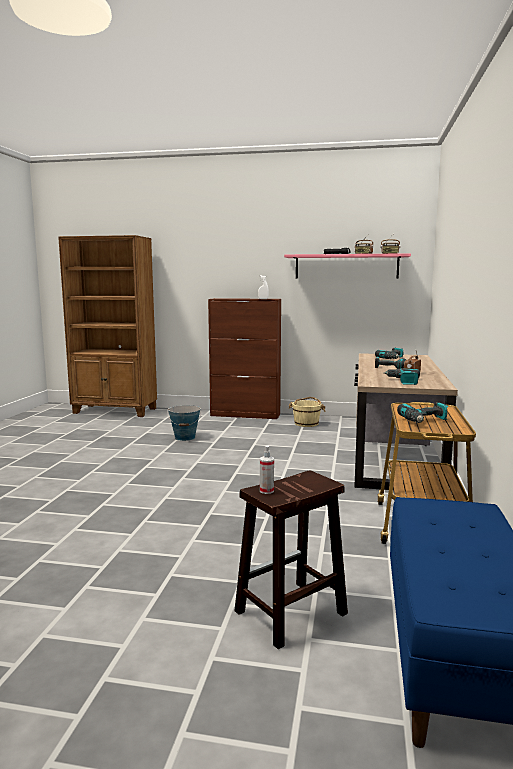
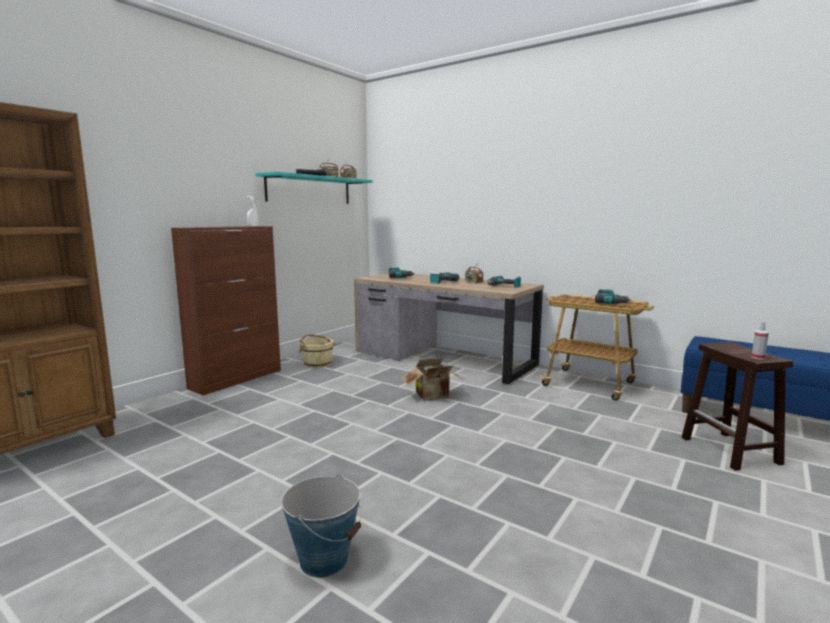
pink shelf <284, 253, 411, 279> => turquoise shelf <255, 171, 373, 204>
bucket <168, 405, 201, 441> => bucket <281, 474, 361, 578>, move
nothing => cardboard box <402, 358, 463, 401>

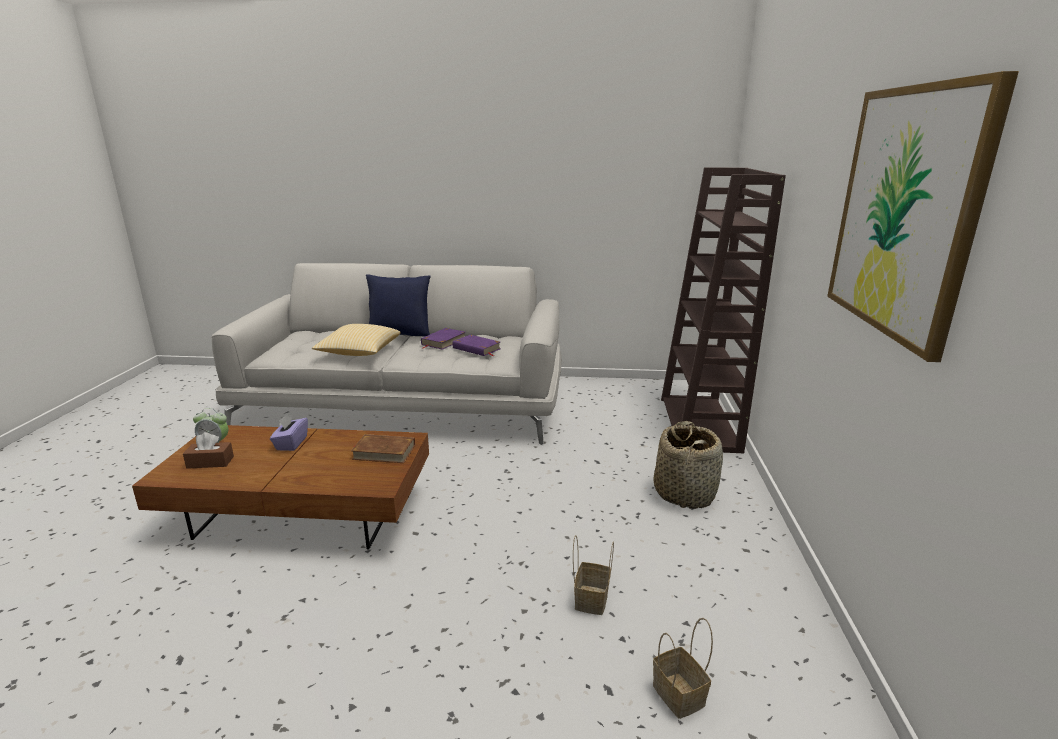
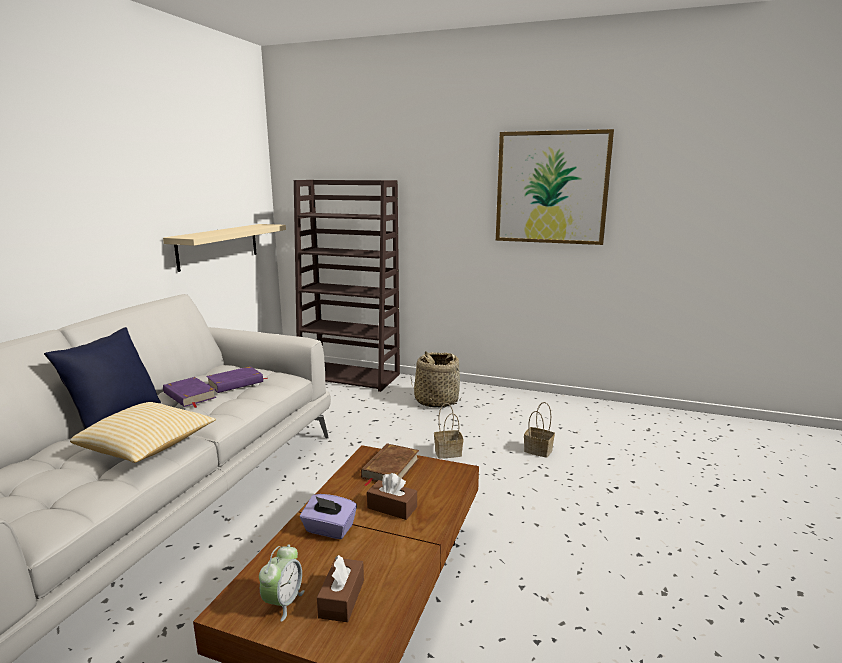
basket <653, 618, 713, 719> => basket <434, 403, 463, 459>, move
nothing => beige shelf <163, 224, 286, 272>
nothing => brown tissue box <367, 473, 417, 520>

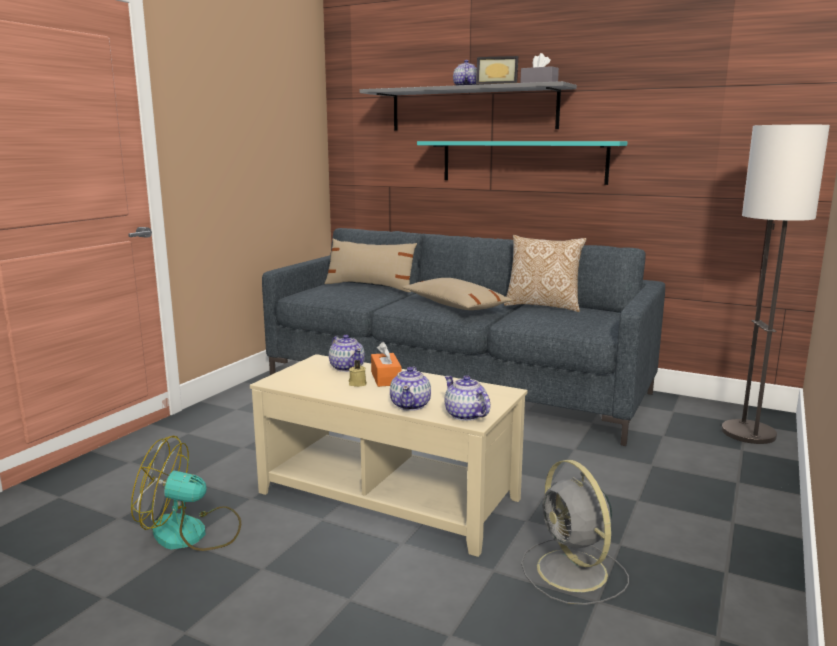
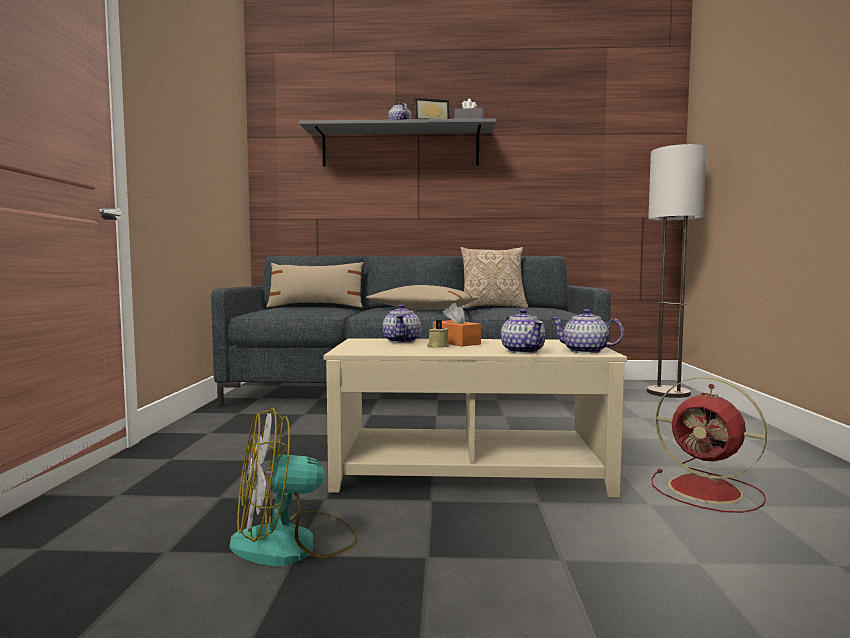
turquoise shelf <417, 141, 627, 185> => nothing
teapot <329, 335, 365, 372> => teapot <383, 304, 421, 343>, 60 degrees clockwise
grey fan <521, 460, 629, 605> => red fan <651, 377, 767, 513>

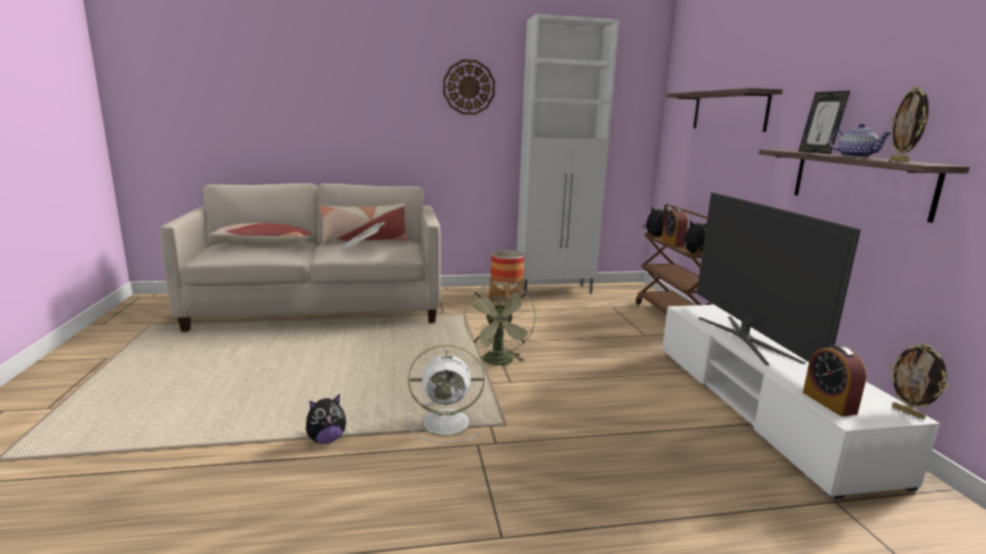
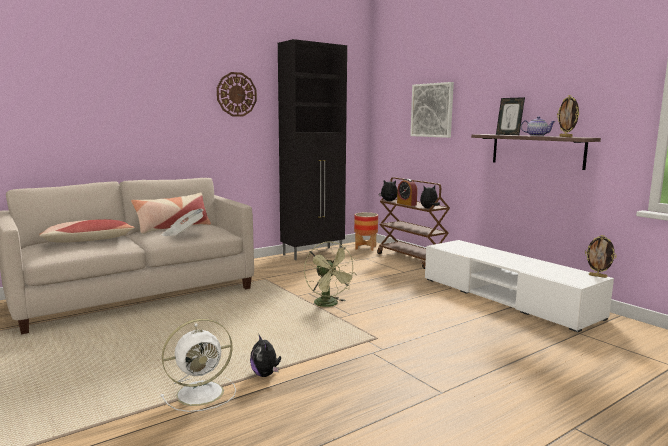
white cabinet <517, 14, 619, 296> => black cabinet <278, 39, 347, 260>
shelf <666, 88, 783, 132> => picture <410, 82, 454, 138>
television <697, 192, 861, 365> => nothing
planter <489, 250, 524, 302> => planter <354, 212, 378, 251>, move
white fan <408, 344, 484, 443> => white fan <160, 319, 236, 412>, move
alarm clock <803, 345, 866, 416> => nothing
plush toy <306, 394, 346, 444> => plush toy <250, 335, 281, 377>, 120 degrees clockwise

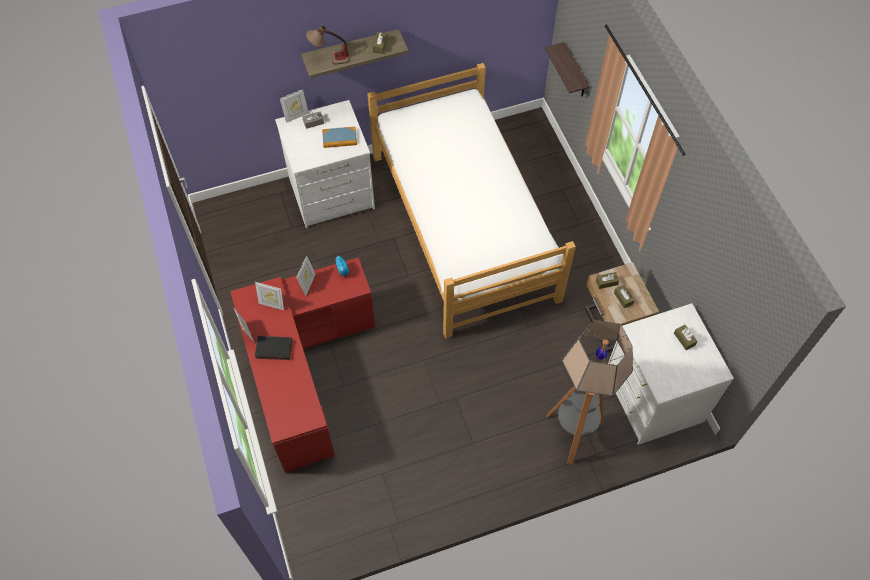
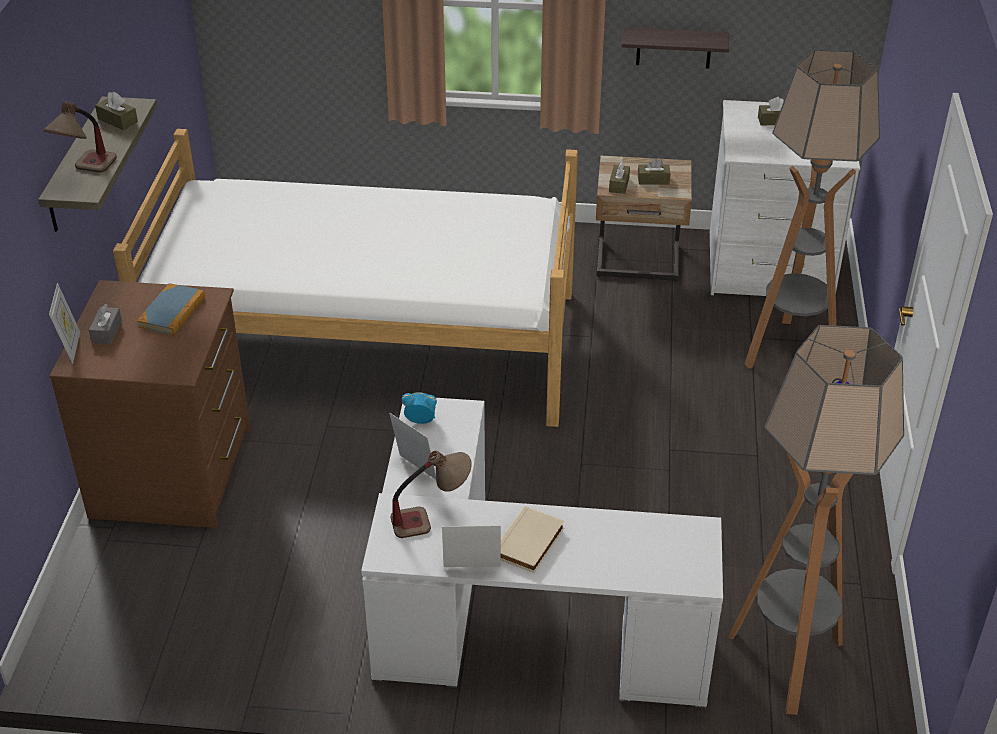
shelf <545, 42, 590, 97> => shelf <622, 27, 729, 69>, move
white dresser <275, 100, 375, 228> => brown dresser <49, 280, 251, 528>
red desk <230, 257, 375, 473> => white desk <361, 398, 723, 709>
picture frame <255, 282, 284, 310> => table lamp <390, 450, 472, 538>
black book <255, 336, 292, 360> => beige book <501, 506, 565, 573>
nothing => floor lamp <728, 325, 904, 715>

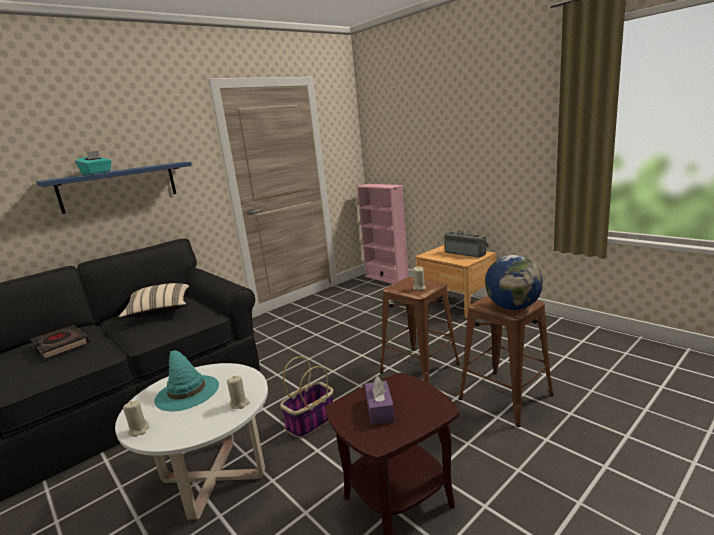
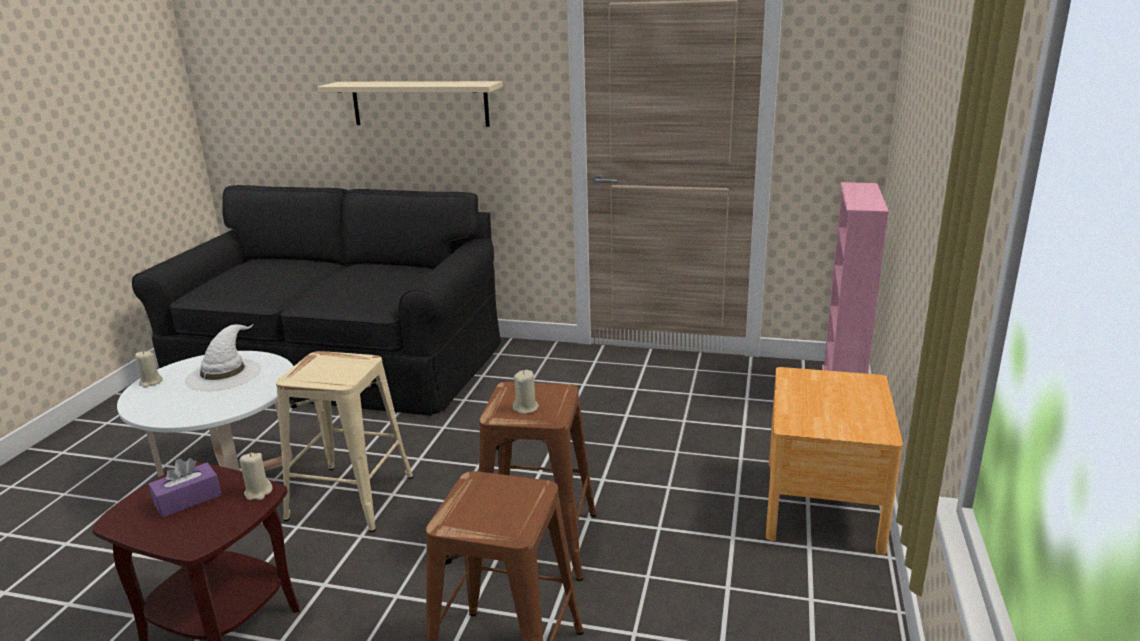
turquoise tissue box <75, 151, 111, 175> => nothing
blue shelf <36, 162, 192, 214> => beige shelf <318, 81, 503, 127>
radio <444, 231, 489, 258> => nothing
globe <485, 255, 543, 310> => nothing
beige pillow <119, 283, 189, 318> => nothing
black book <30, 325, 90, 359> => nothing
turquoise hat <154, 350, 219, 411> => white hat <185, 324, 261, 391>
basket <280, 356, 333, 438> => beige stool <276, 351, 413, 532>
beige candle <227, 376, 250, 409> => beige candle <239, 453, 272, 500>, move

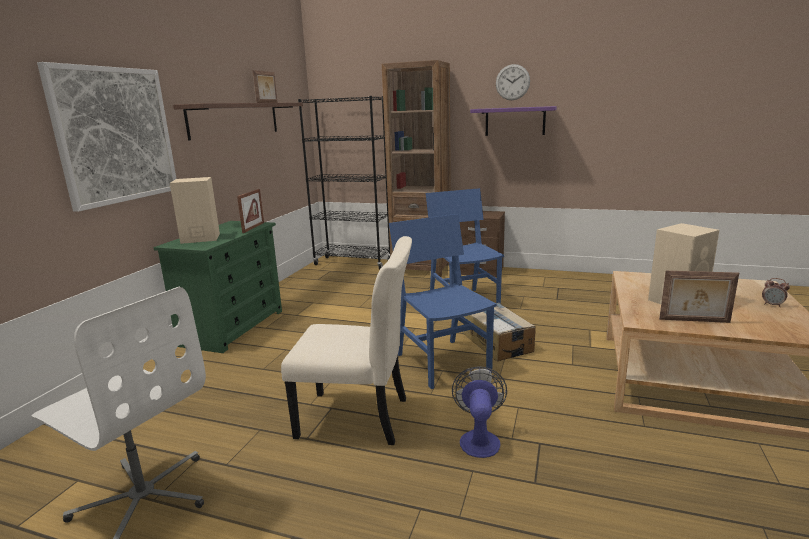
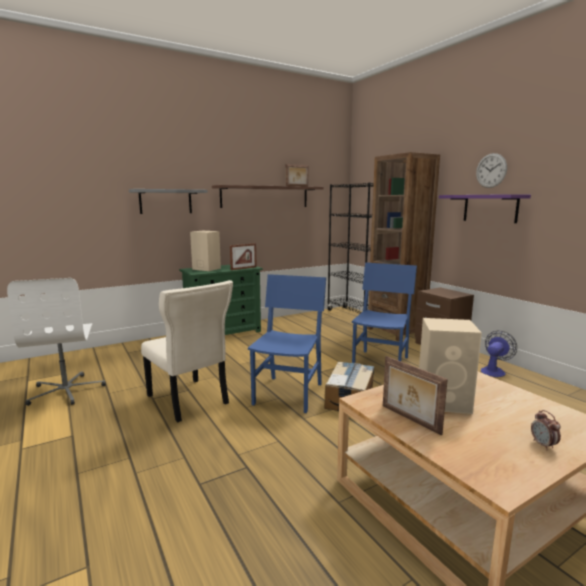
picture <37, 62, 176, 212> => grey shelf <129, 189, 208, 214>
fan <452, 366, 507, 458> => fan <481, 331, 517, 377>, move

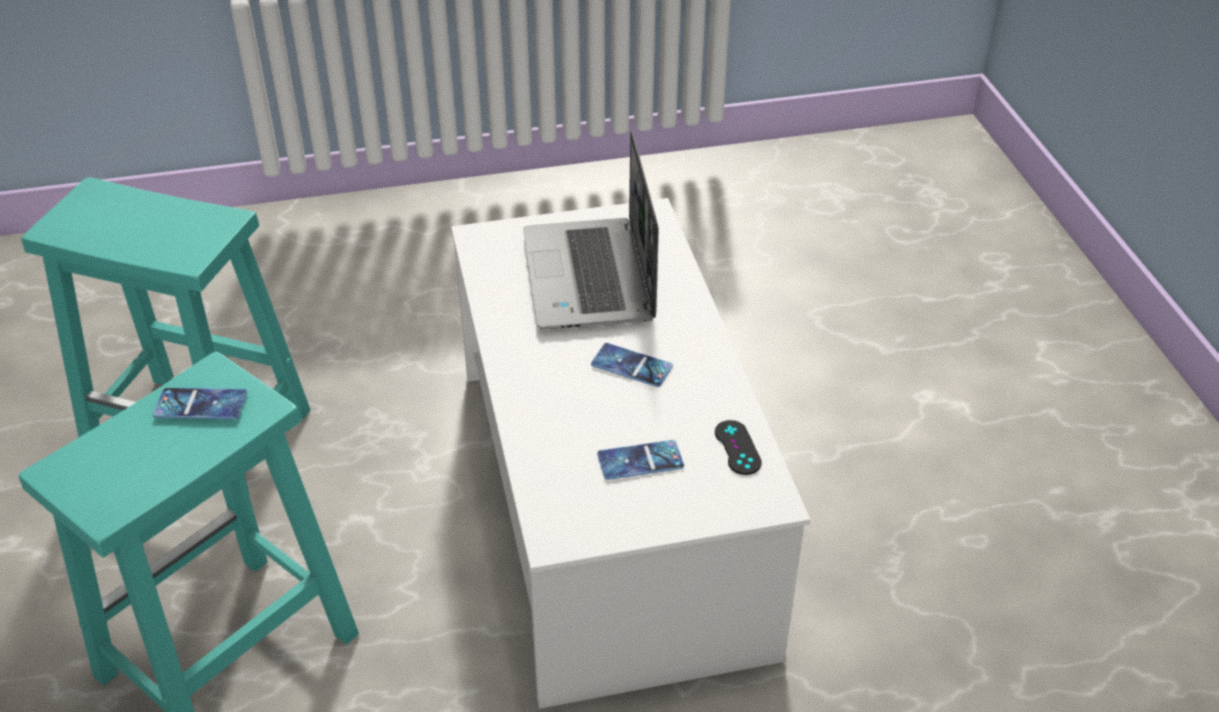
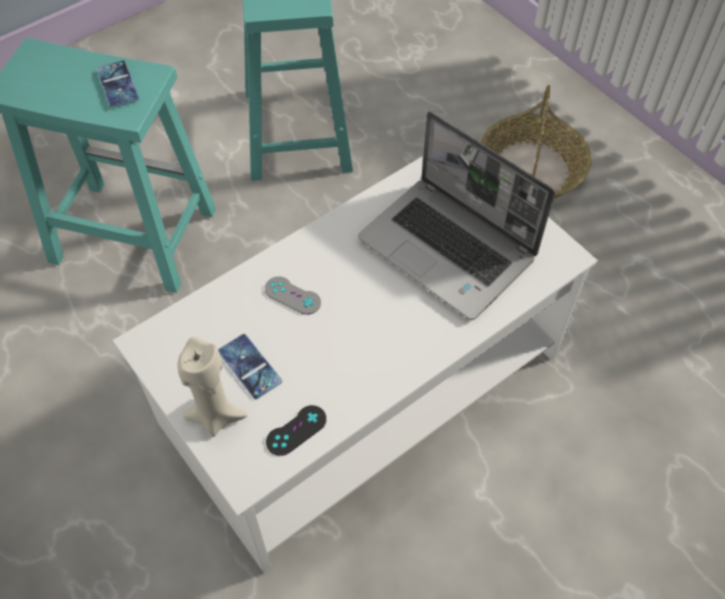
laptop <523, 131, 659, 329> => laptop <358, 111, 555, 320>, 105 degrees counterclockwise
phone <591, 343, 673, 387> => nothing
nothing => basket <480, 85, 591, 198>
nothing => grey game controller <265, 276, 321, 315>
nothing => beige candle <178, 337, 248, 437>

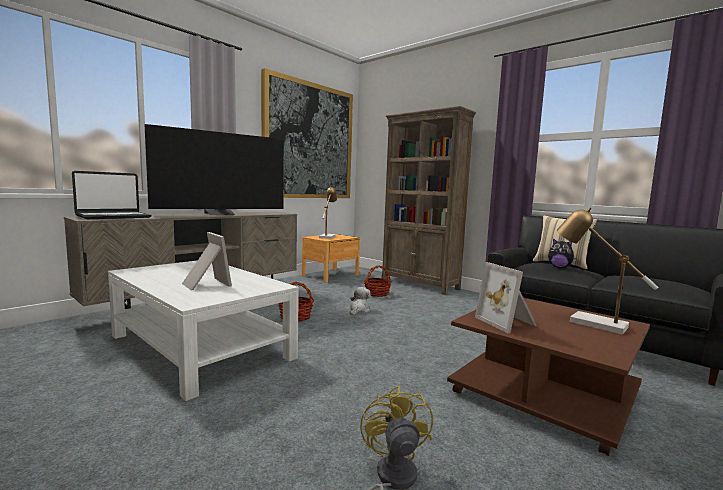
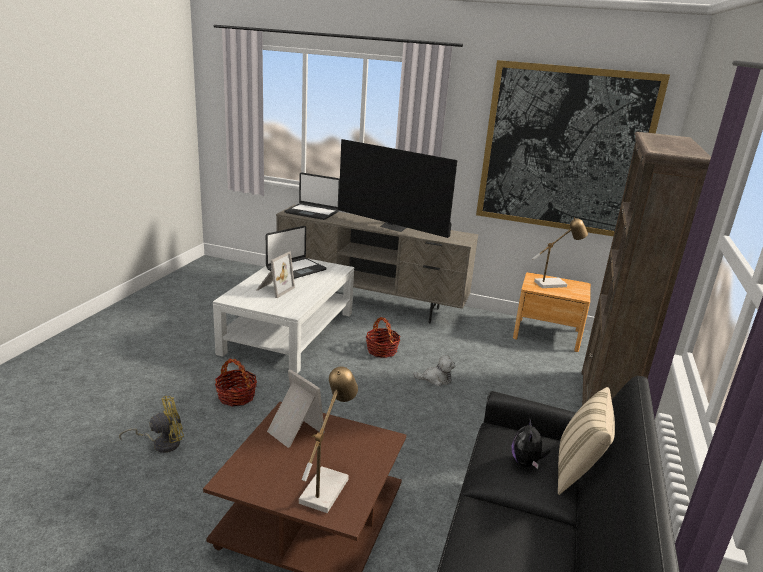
picture frame <475, 262, 537, 333> => picture frame <267, 369, 325, 448>, 90 degrees clockwise
basket <364, 265, 392, 297> => basket <215, 359, 257, 406>, move
nothing => laptop <266, 226, 327, 279>

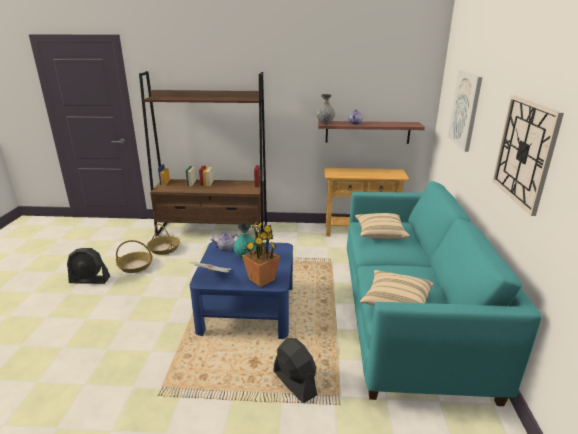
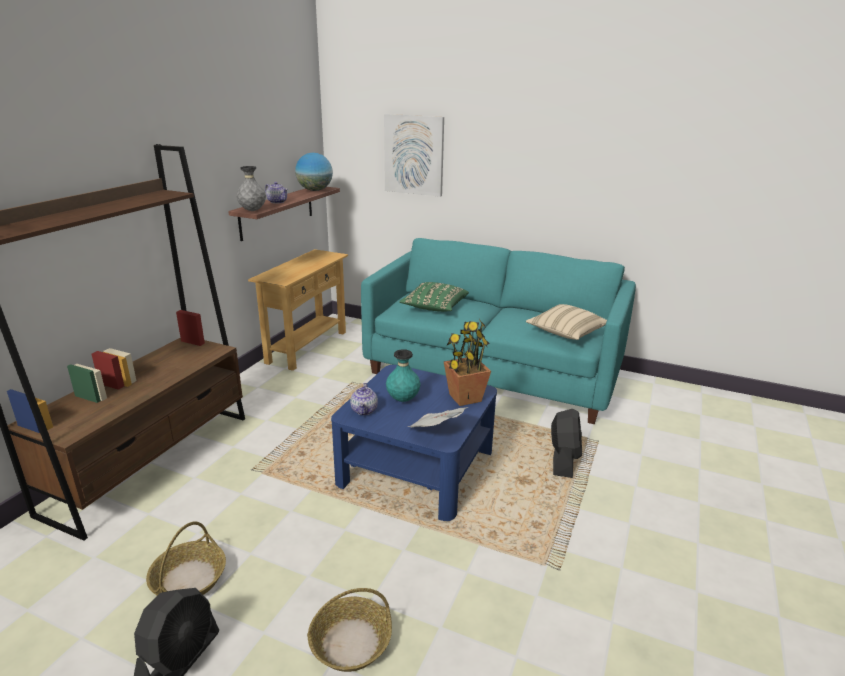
wall clock <492, 95, 564, 216> => nothing
beige pillow <355, 213, 410, 239> => green pillow <399, 282, 469, 312>
basket <147, 224, 180, 255> => basket <307, 588, 392, 672>, move
black fan <273, 338, 317, 403> => black fan <551, 409, 582, 478>, 120 degrees clockwise
nothing => globe <295, 153, 333, 191>

